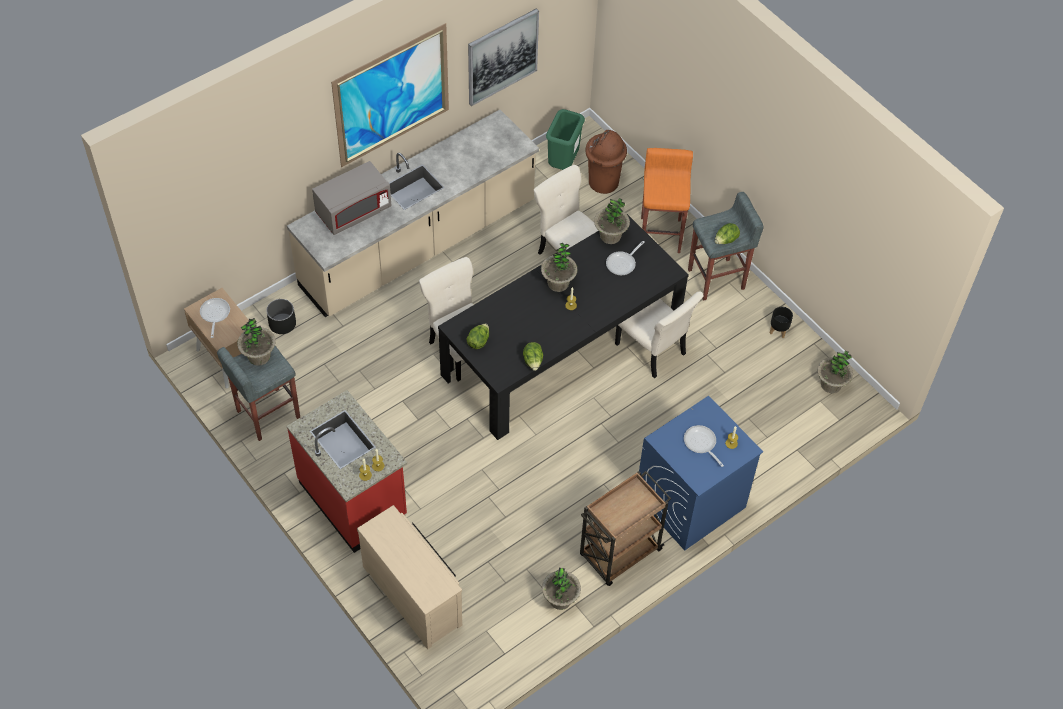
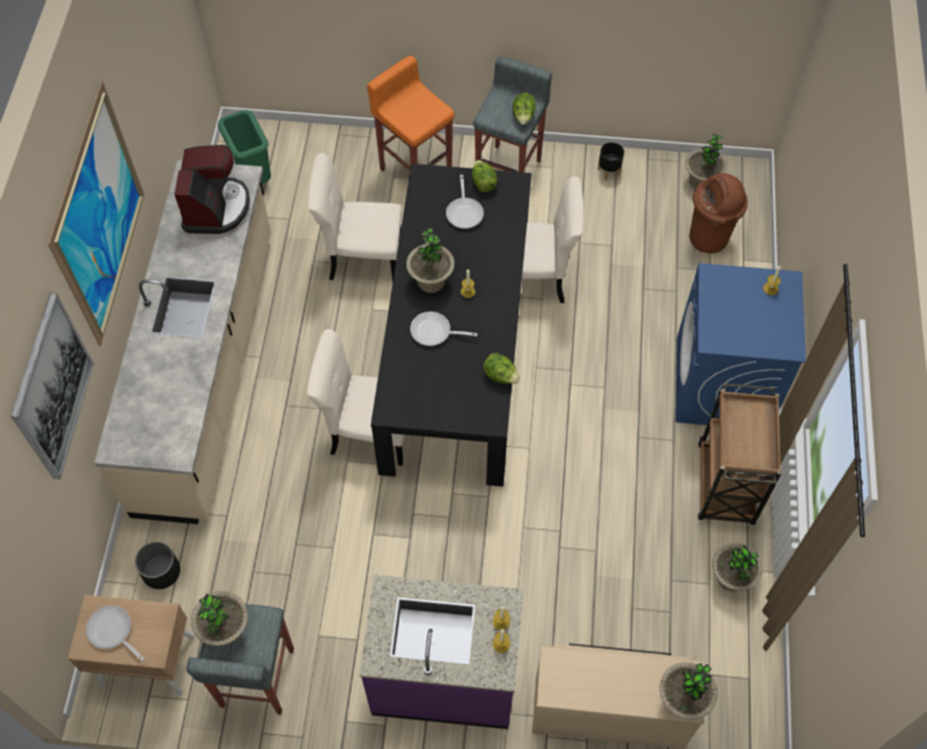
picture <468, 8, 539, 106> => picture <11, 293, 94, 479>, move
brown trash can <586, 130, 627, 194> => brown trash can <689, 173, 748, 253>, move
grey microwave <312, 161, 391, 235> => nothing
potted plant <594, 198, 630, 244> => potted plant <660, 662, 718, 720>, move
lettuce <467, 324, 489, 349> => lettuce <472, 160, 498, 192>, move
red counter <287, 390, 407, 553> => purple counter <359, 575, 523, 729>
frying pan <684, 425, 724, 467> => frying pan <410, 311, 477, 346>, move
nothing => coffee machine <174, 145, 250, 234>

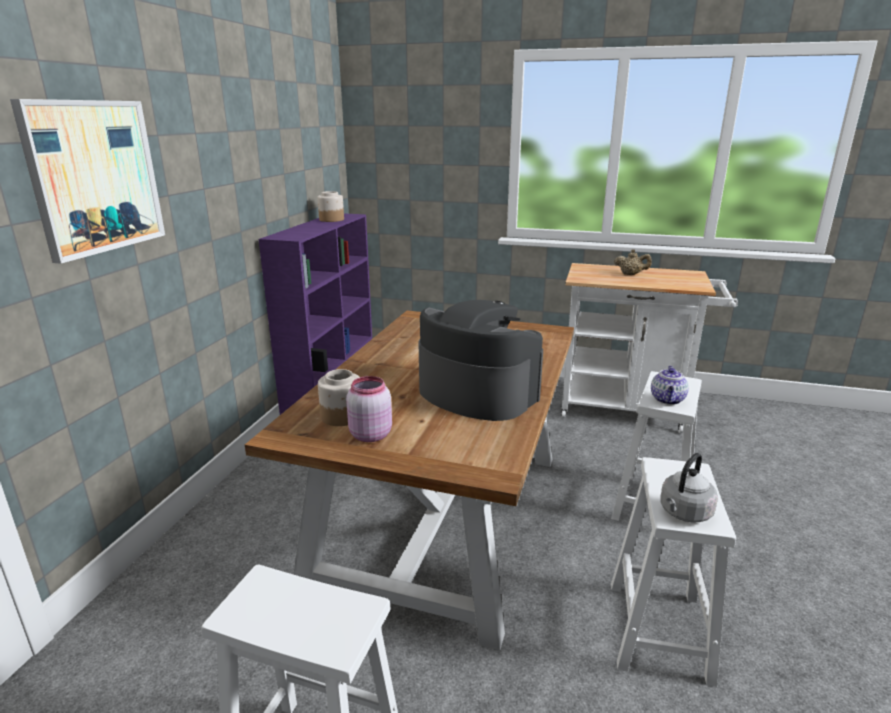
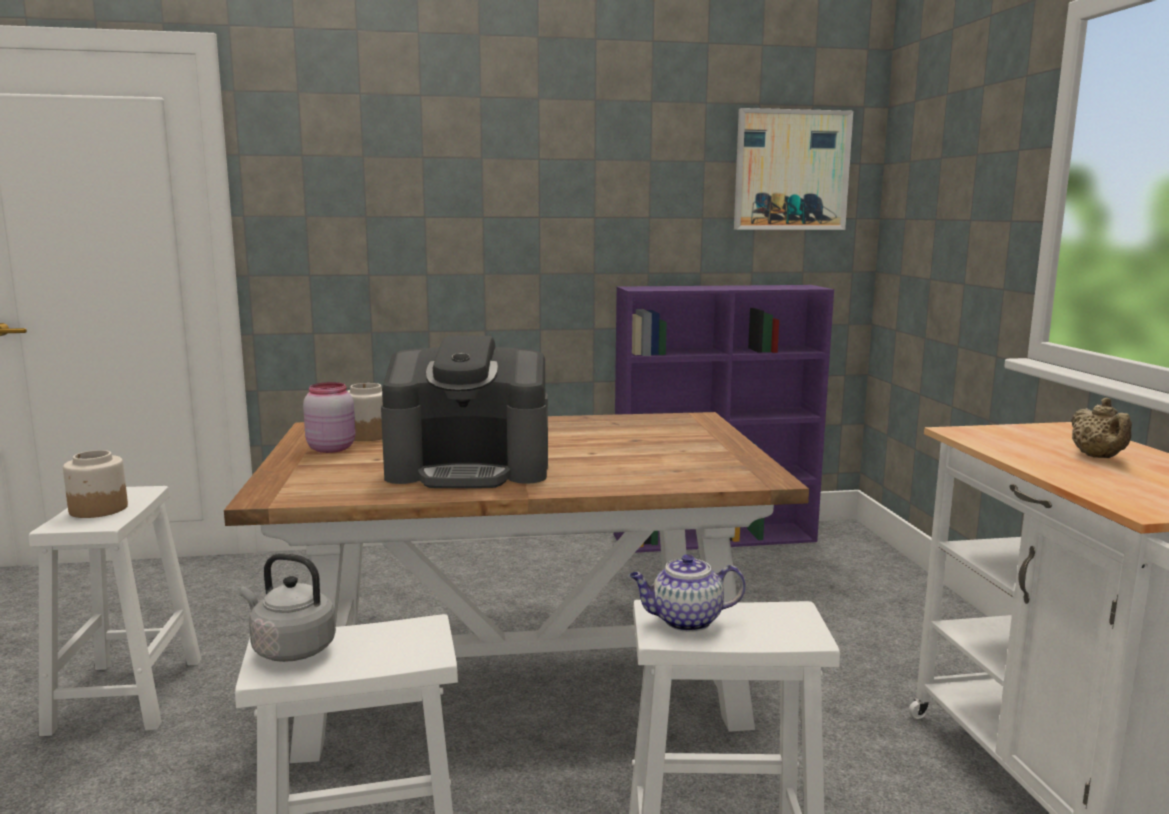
picture <10, 99, 165, 264> => picture <734, 108, 853, 230>, move
jar <317, 191, 344, 222> => jar <63, 450, 128, 518>, move
coffee machine <418, 300, 543, 421> => coffee machine <381, 336, 548, 488>, 75 degrees clockwise

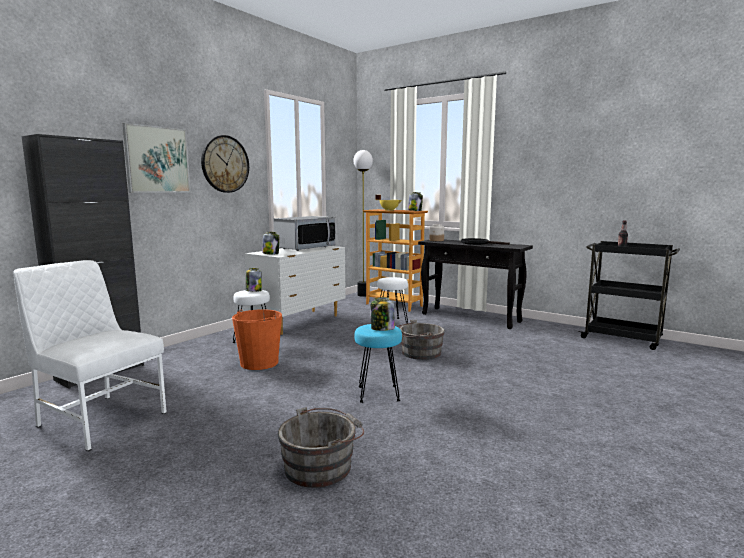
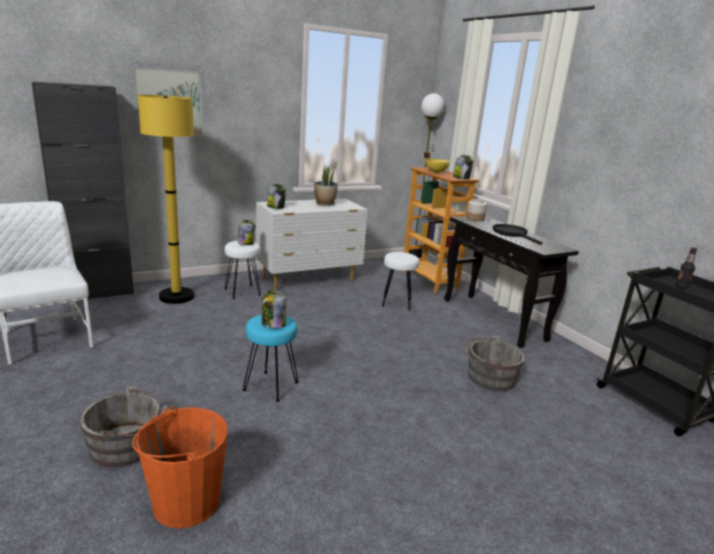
wall clock <201, 135, 249, 193> => nothing
microwave <273, 216, 336, 251> => potted plant <314, 163, 338, 206>
orange bucket <232, 309, 282, 370> => orange bucket <132, 406, 228, 529>, move
grey bucket <396, 320, 445, 360> => grey bucket <464, 336, 525, 391>, move
nothing => yellow floor lamp <138, 95, 194, 304>

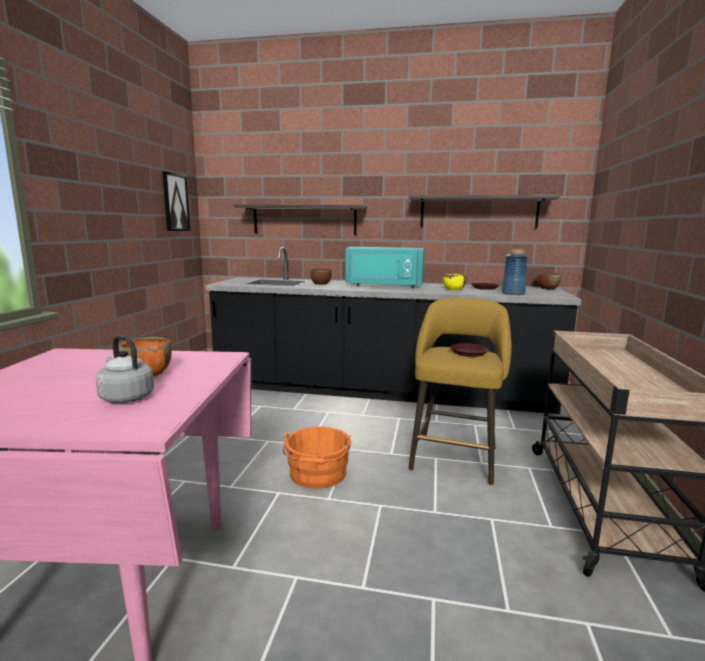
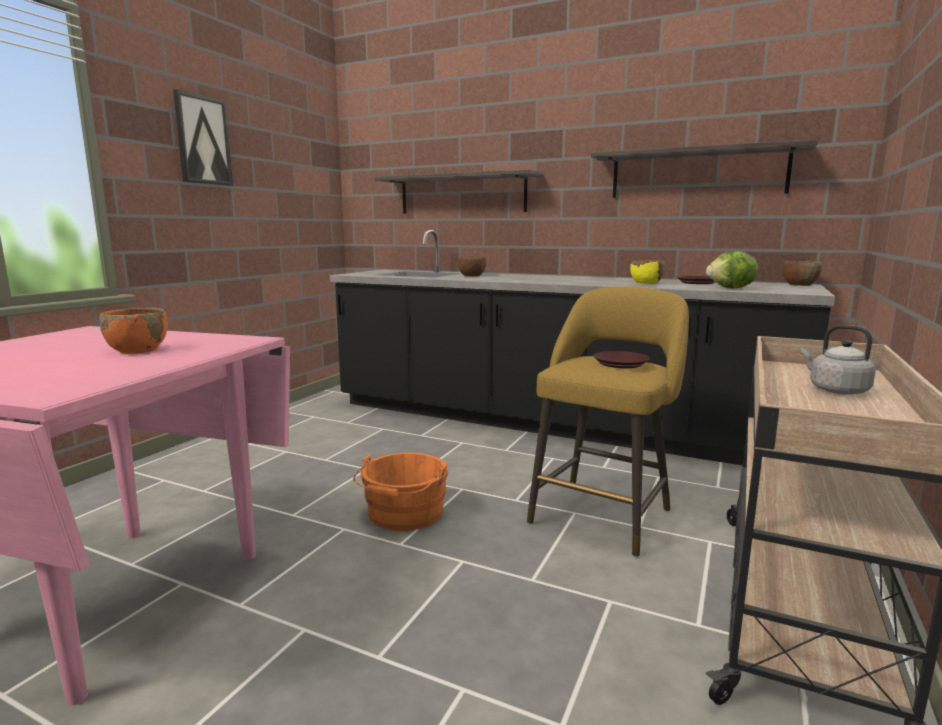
picture <162, 171, 191, 231> => picture <173, 89, 233, 186>, move
turquoise microwave <345, 247, 425, 288> => nothing
blue vase <502, 249, 528, 295> => lettuce <706, 251, 758, 289>
grey kettle <96, 335, 154, 403> => grey kettle <801, 325, 876, 395>, move

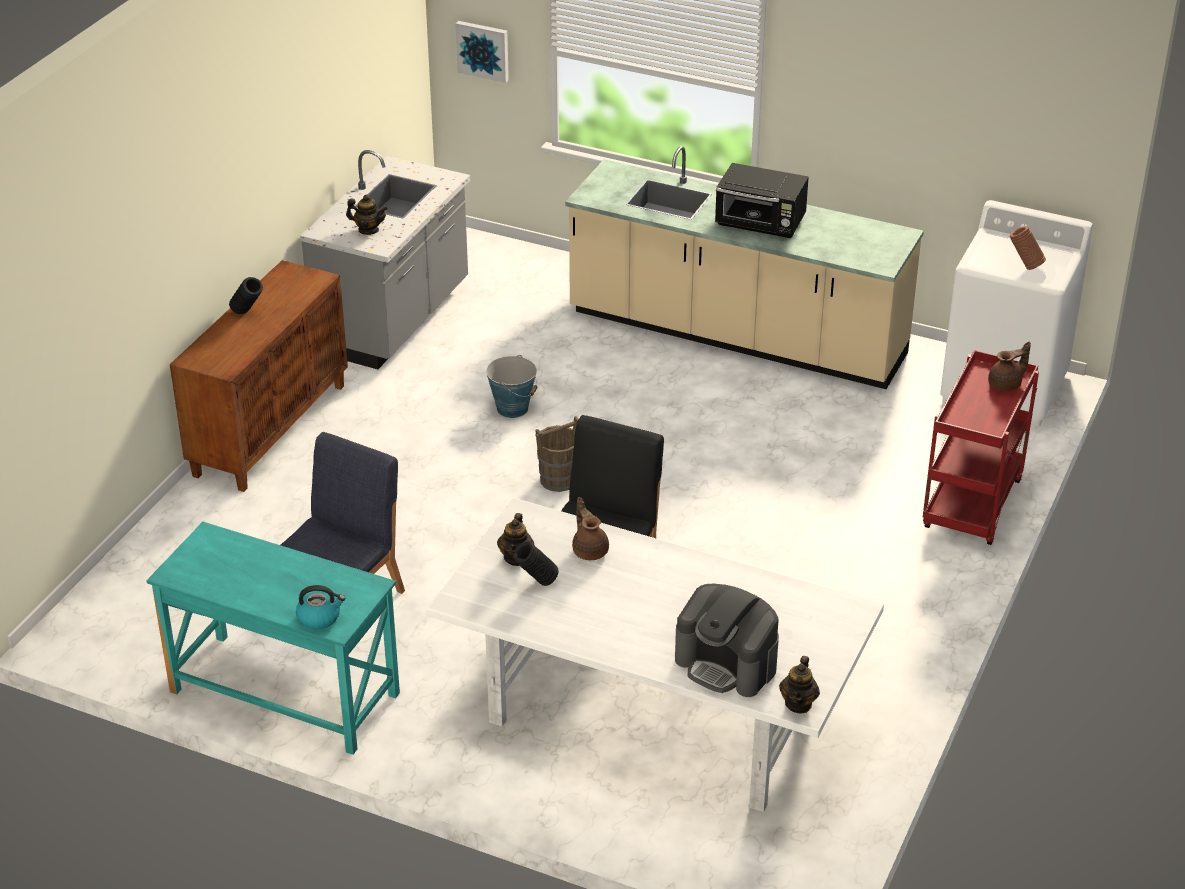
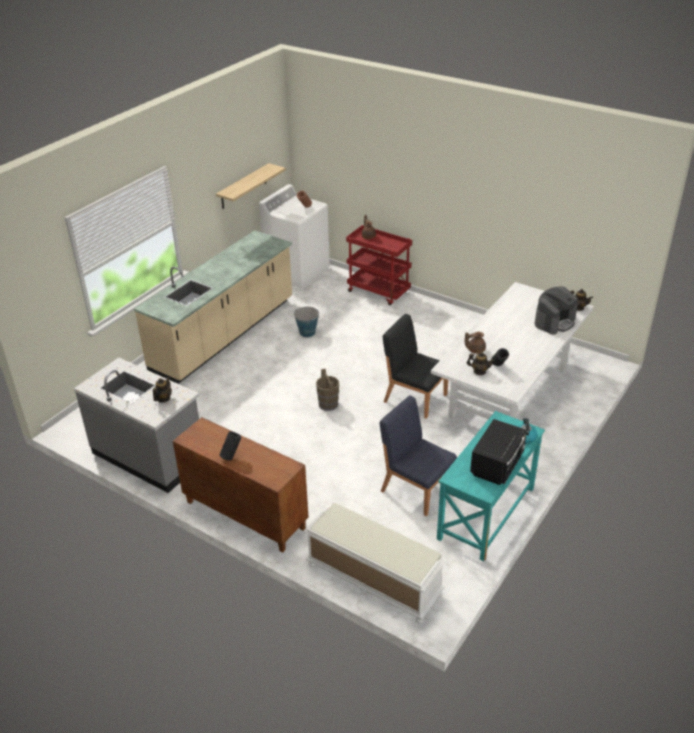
picture <456, 21, 509, 83> => nothing
black microwave <715, 163, 809, 238> => black microwave <470, 419, 527, 485>, move
bucket <486, 355, 538, 418> => bucket <294, 307, 320, 337>, move
nothing => shelf <216, 163, 286, 209>
nothing => white bench <304, 503, 447, 623>

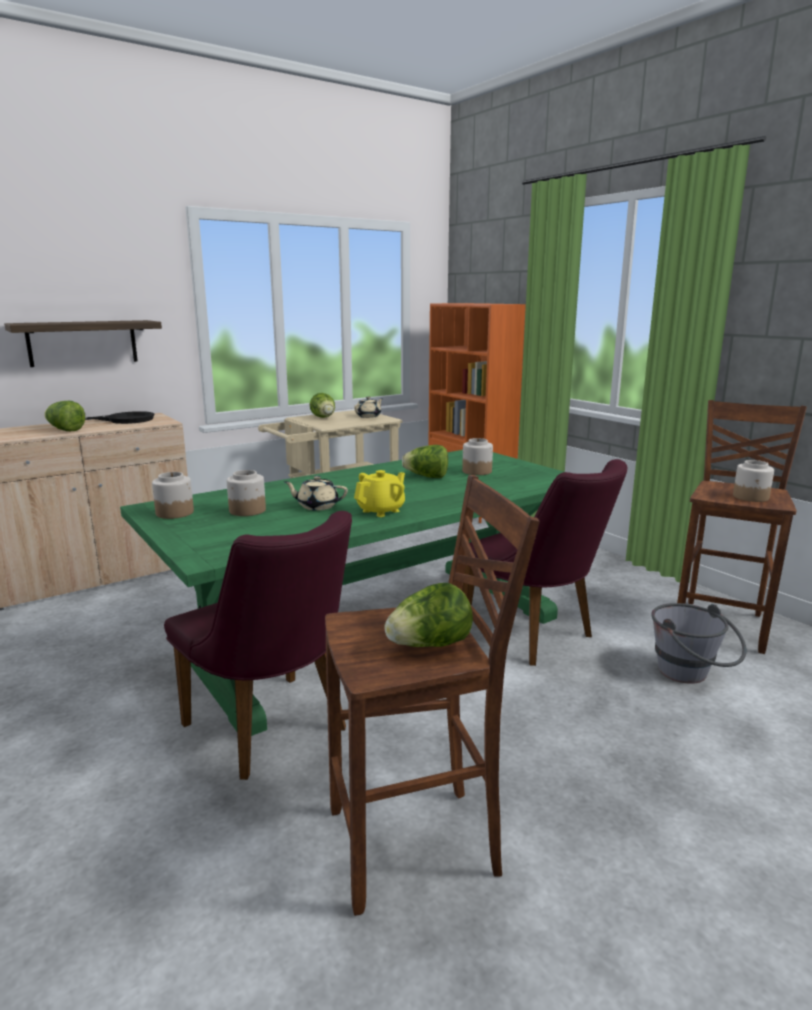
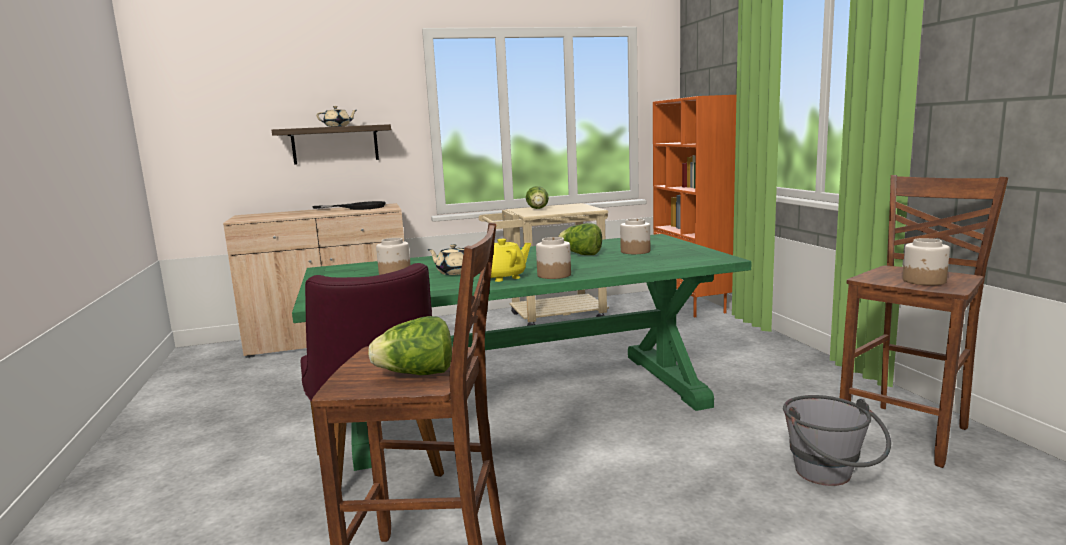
beige teapot <354, 397, 383, 418> => beige teapot <316, 106, 356, 127>, move
lettuce <44, 401, 85, 431> => nothing
purple chair <462, 459, 628, 666> => nothing
jar <152, 472, 194, 519> => jar <536, 237, 571, 279>, move

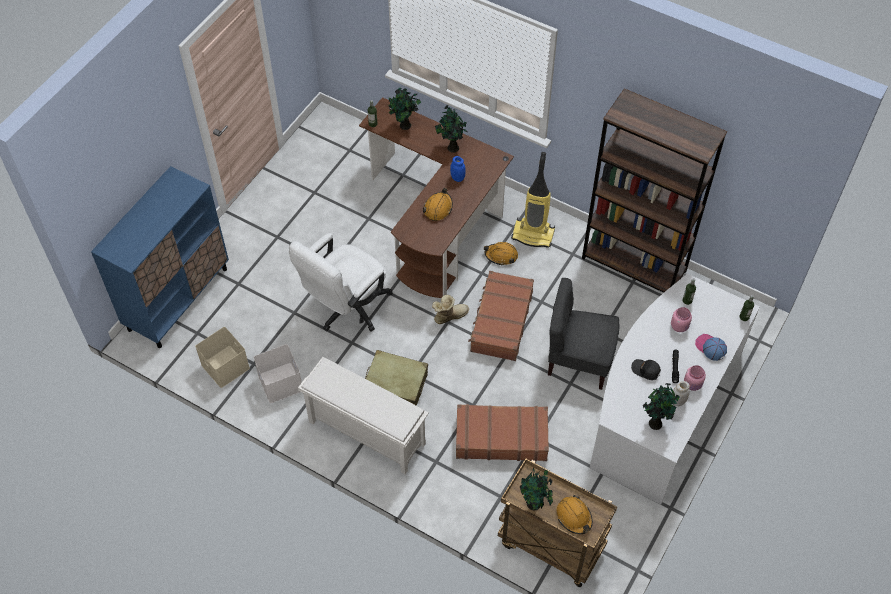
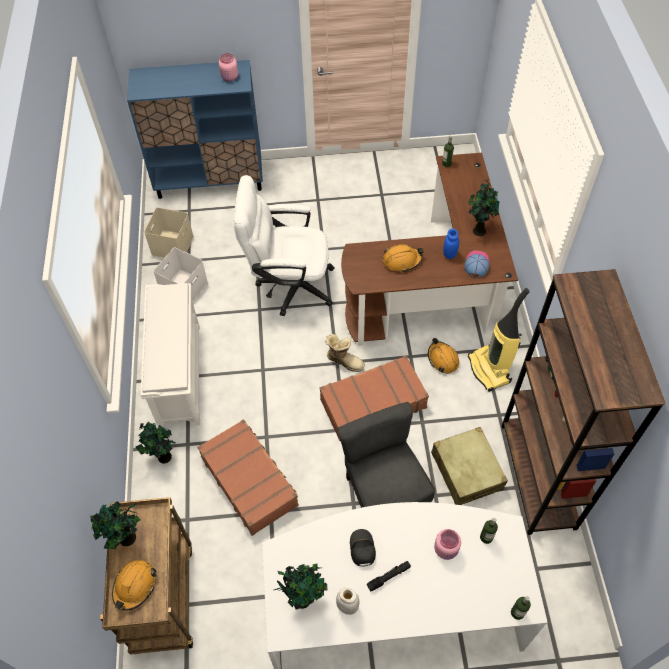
potted plant <388, 87, 421, 130> => potted plant <136, 422, 176, 464>, move
cap <695, 334, 727, 361> => cap <464, 251, 490, 278>, move
beige suitcase <365, 350, 428, 406> => beige suitcase <431, 427, 508, 505>, move
pink jar <684, 365, 706, 391> => pink jar <219, 53, 238, 81>, move

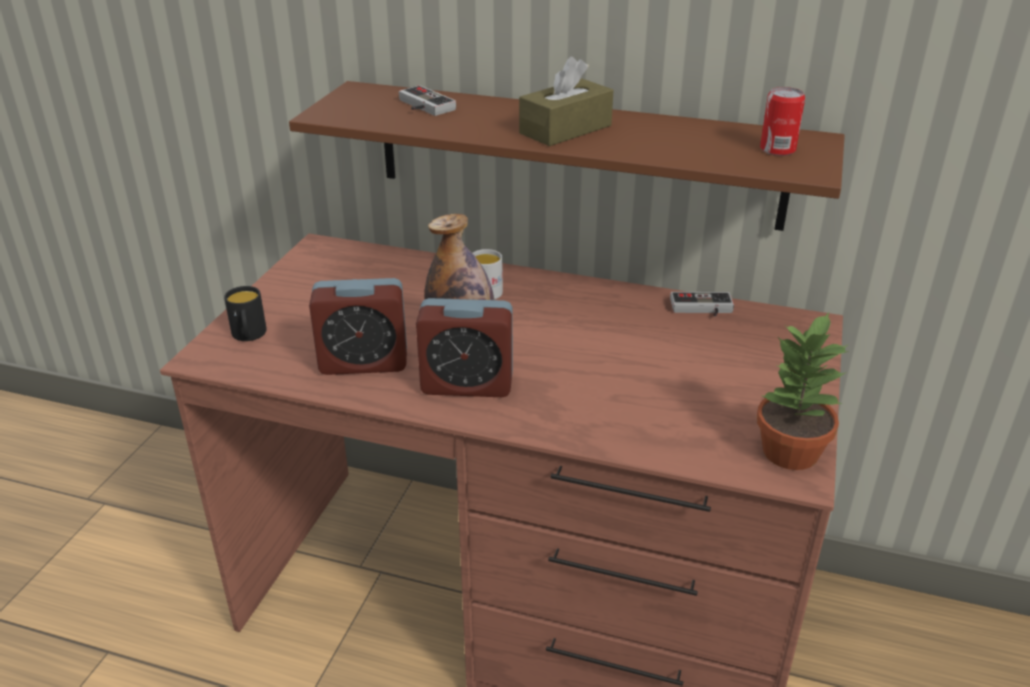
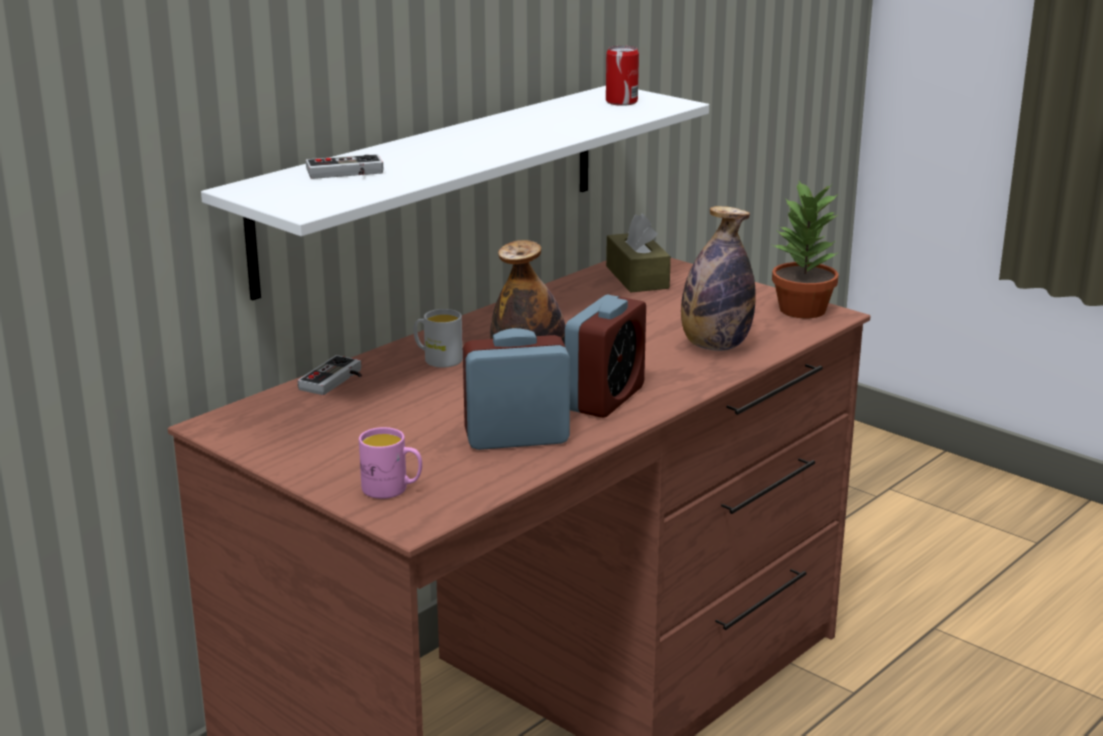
brown tissue box <519, 56, 614, 146> => brown tissue box <606, 213, 671, 293>, move
brown shelf <289, 81, 845, 231> => white shelf <201, 86, 709, 300>
alarm clock <309, 278, 407, 375> => alarm clock <463, 328, 570, 450>, 120 degrees counterclockwise
black mug <224, 286, 267, 341> => pink mug <359, 427, 422, 499>
game controller <670, 292, 734, 316> => game controller <297, 355, 362, 395>, move
nothing => bottle <681, 206, 756, 351>

